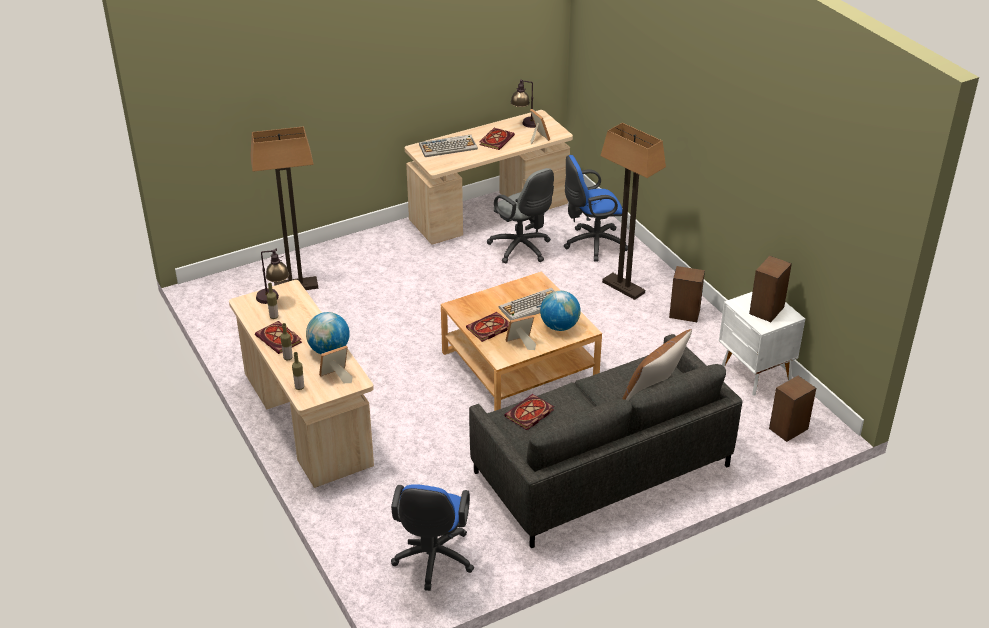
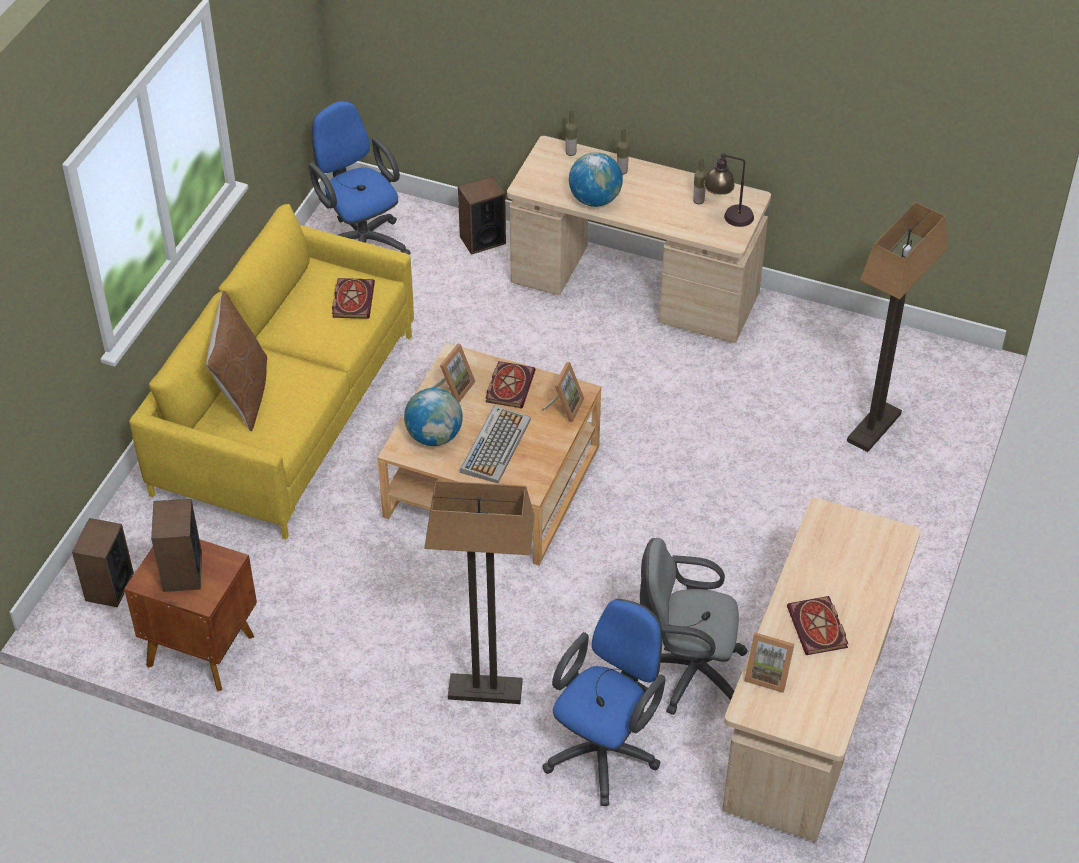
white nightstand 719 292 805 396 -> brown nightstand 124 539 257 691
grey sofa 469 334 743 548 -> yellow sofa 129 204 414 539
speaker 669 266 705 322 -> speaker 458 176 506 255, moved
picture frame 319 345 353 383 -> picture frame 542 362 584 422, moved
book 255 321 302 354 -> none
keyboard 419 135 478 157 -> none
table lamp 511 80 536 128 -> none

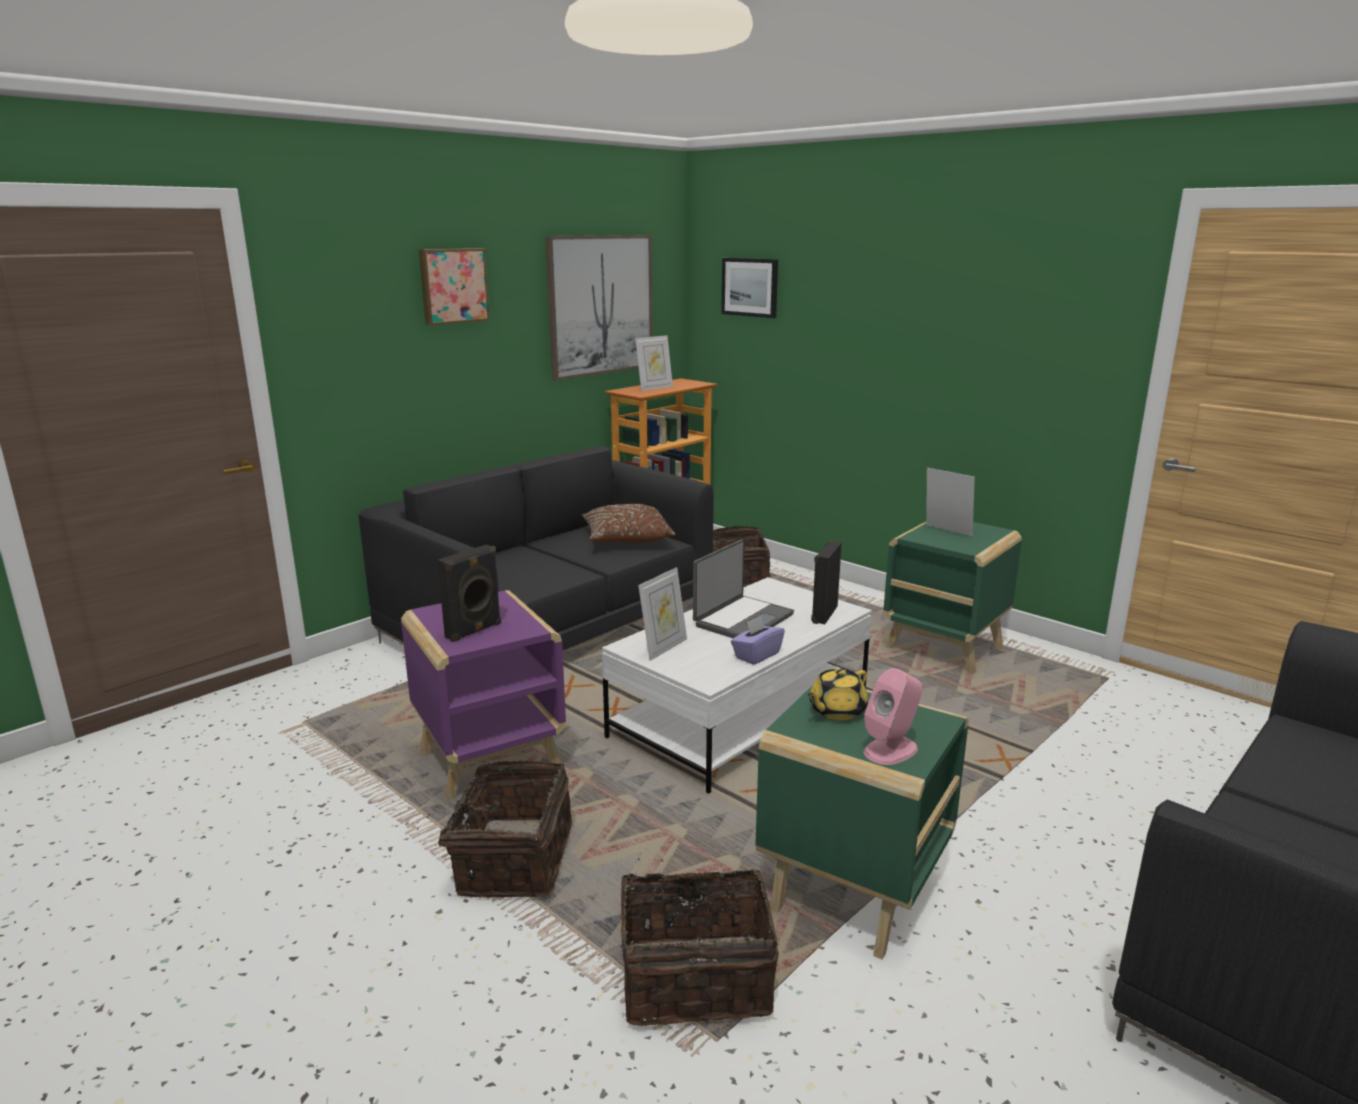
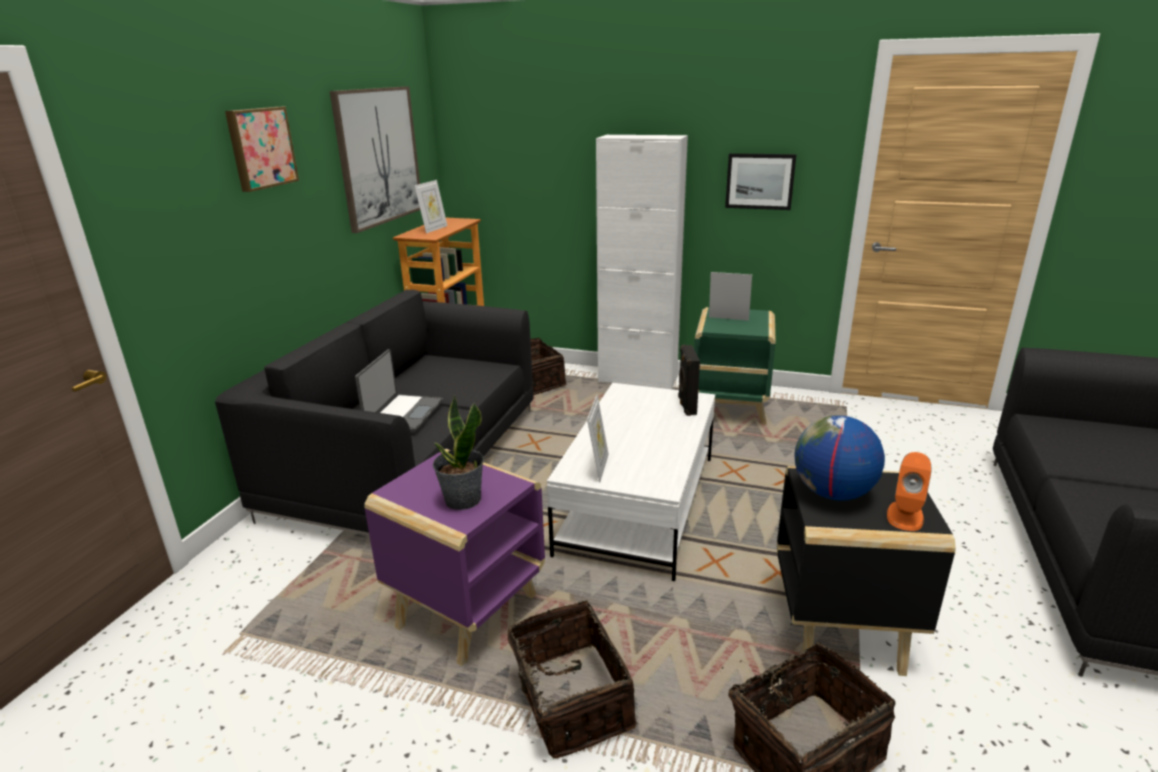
laptop 693 539 794 638 -> laptop 355 349 443 433, moved
black speaker 437 545 501 642 -> potted plant 433 395 484 510
none -> white cabinet 596 135 688 389
picture 721 258 778 318 -> picture 725 153 797 210, moved
green side table 755 685 969 960 -> black side table 777 466 956 676
yellow teapot 808 668 868 720 -> globe 794 415 885 500
pink speaker 863 668 922 765 -> orange speaker 887 452 932 531
brown pillow 581 504 675 543 -> none
purple tissue box 731 616 785 665 -> none

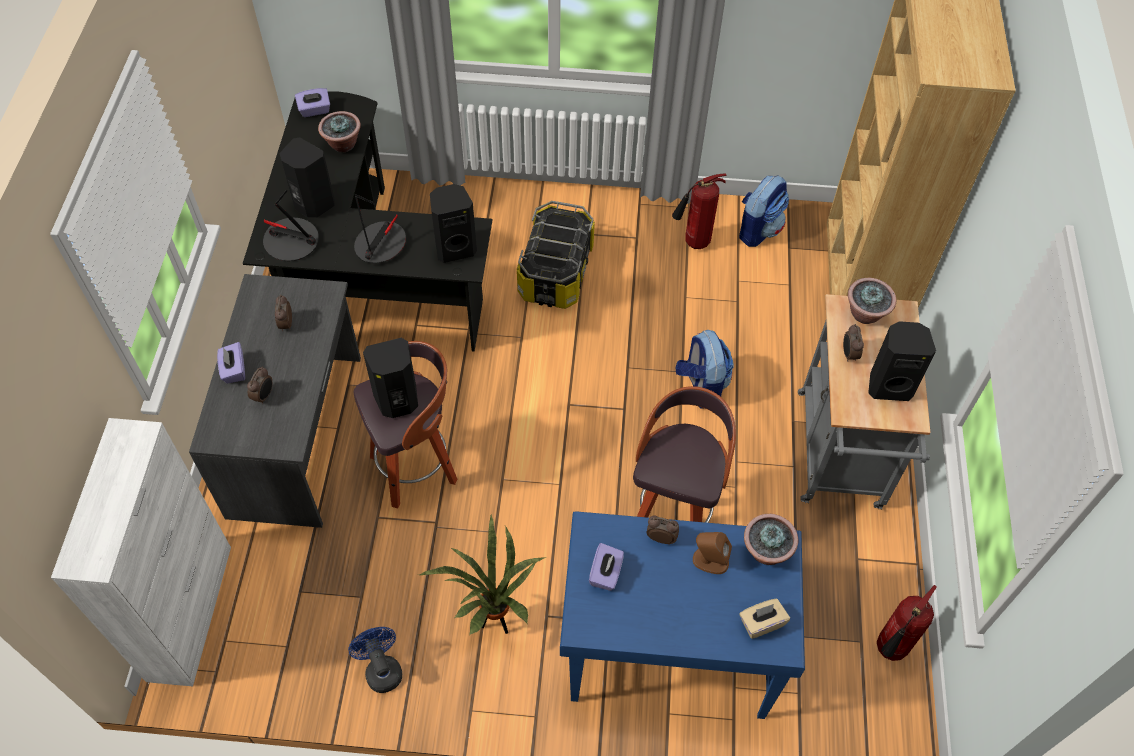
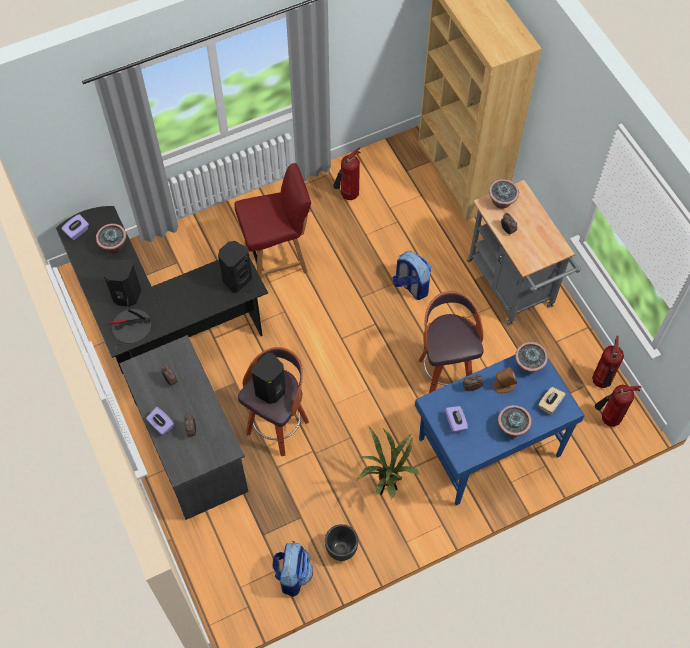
storage box 517 201 595 309 -> red chair 234 163 311 280
backpack 739 175 789 247 -> backpack 273 541 313 597, moved
blue fan 348 627 402 693 -> black planter 325 524 358 561
none -> potted plant 498 405 532 437
none -> fire extinguisher 595 385 642 427
white cabinet 51 418 231 687 -> none
table lamp 354 194 406 264 -> none
black speaker 868 321 936 401 -> none

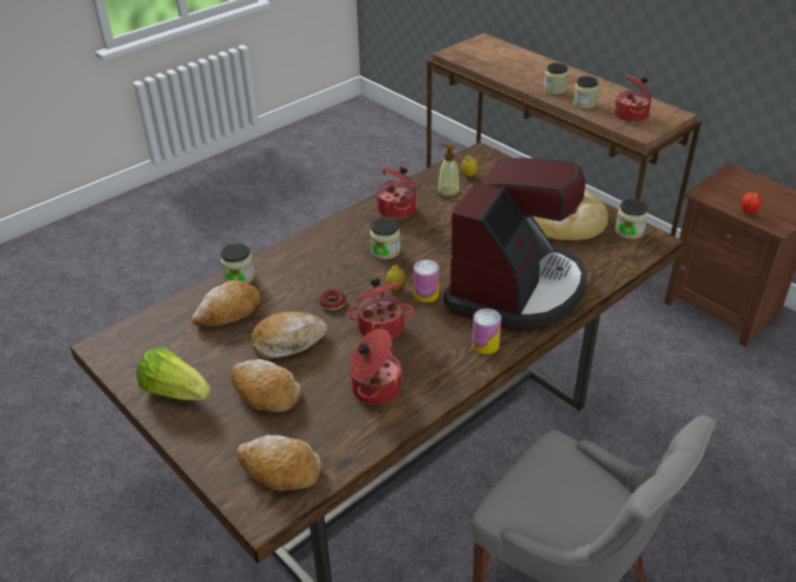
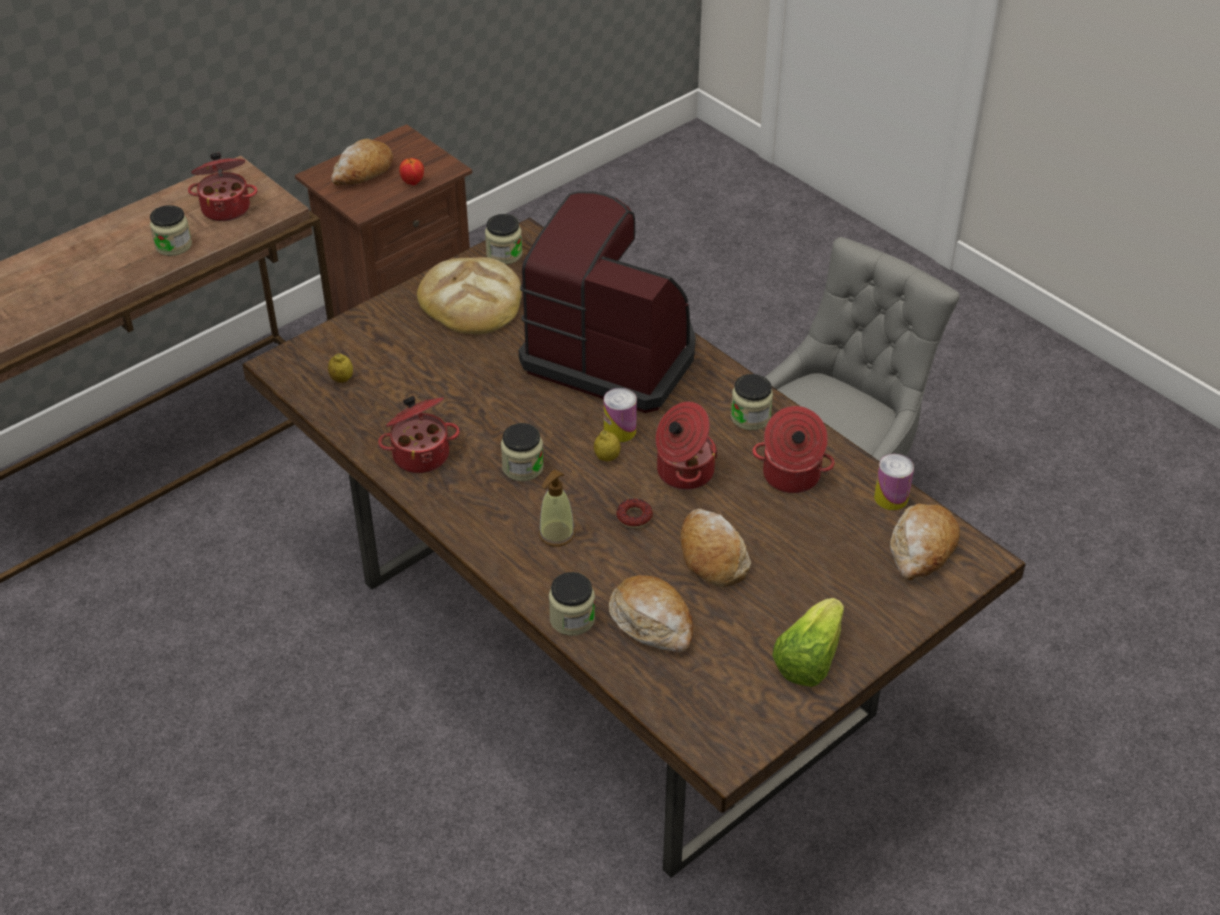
bread 232 359 301 412 -> bread 331 139 393 186, moved
soap dispenser 438 143 460 198 -> soap dispenser 539 470 575 547, moved
jar 544 63 568 95 -> jar 731 374 773 430, moved
can 472 308 501 354 -> can 874 454 914 510, moved

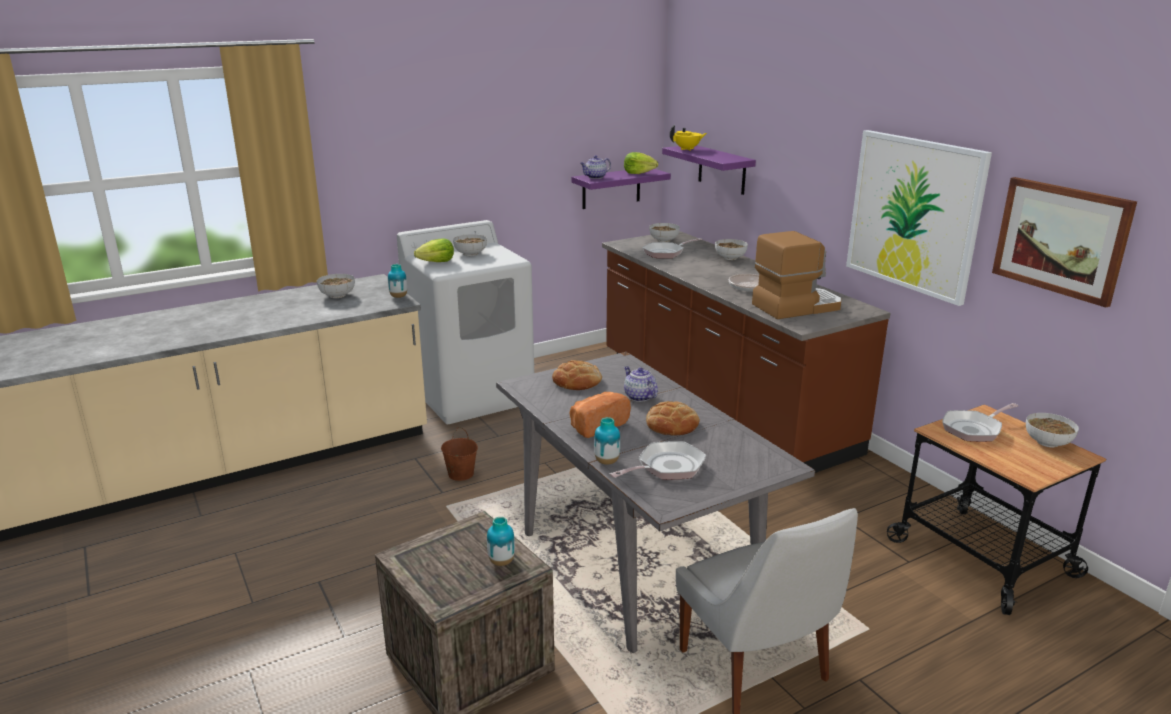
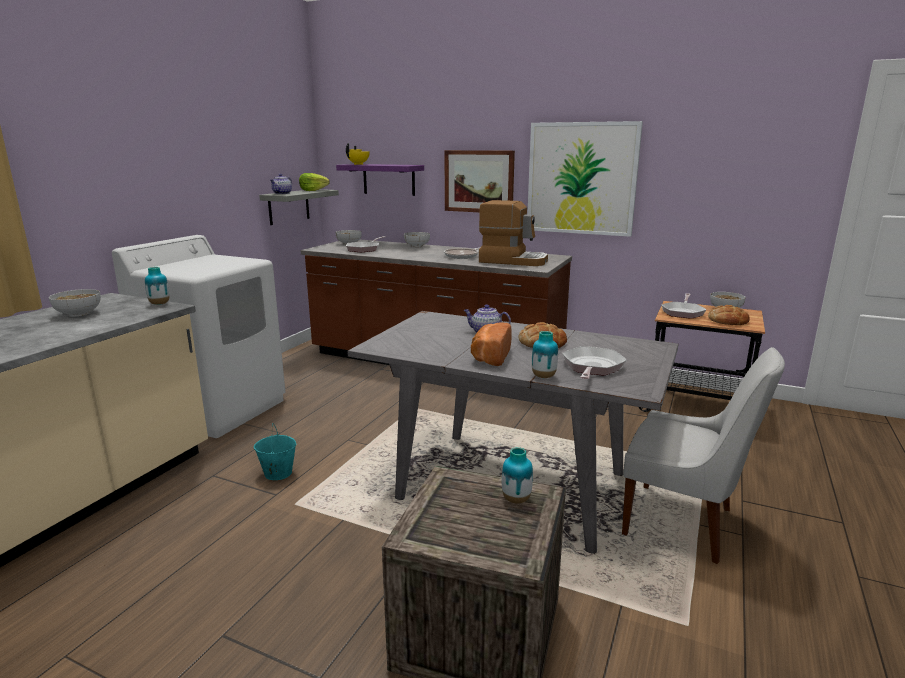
brown bucket 441 427 478 481 -> turquoise bucket 254 423 296 480
purple shelf 572 169 671 209 -> grey shelf 259 189 339 225
picture 992 177 1137 308 -> picture 445 150 515 212, moved
coffee machine 752 231 841 319 -> coffee machine 479 200 548 266, 75 degrees clockwise
bread 552 360 602 390 -> bread 708 305 750 325, moved
lettuce 414 238 454 262 -> none
bowl 453 234 487 256 -> none

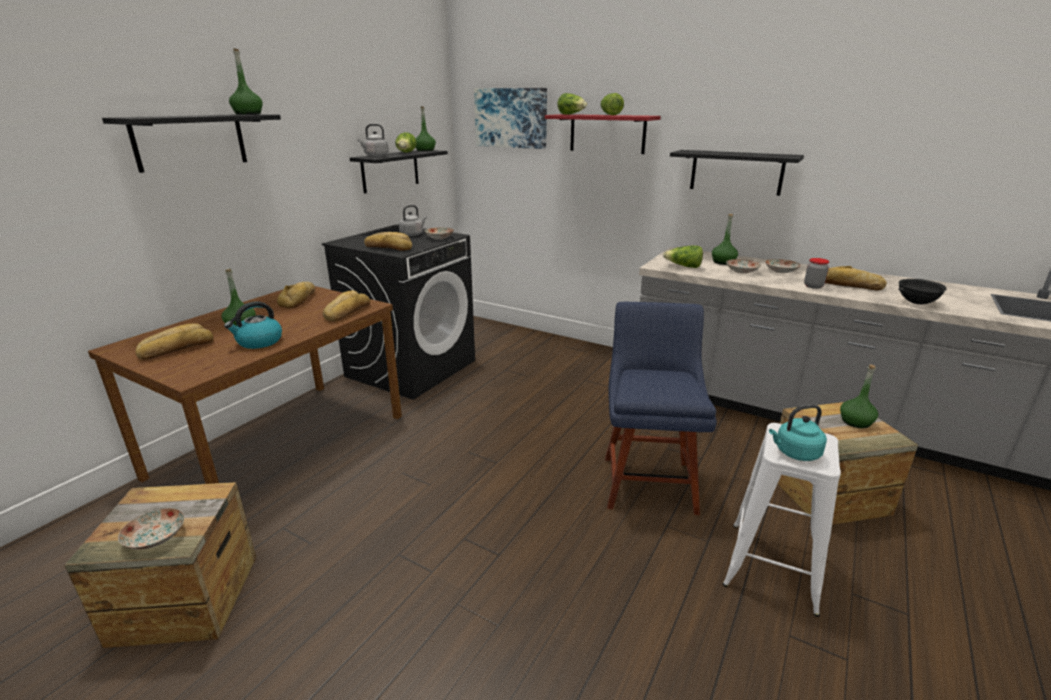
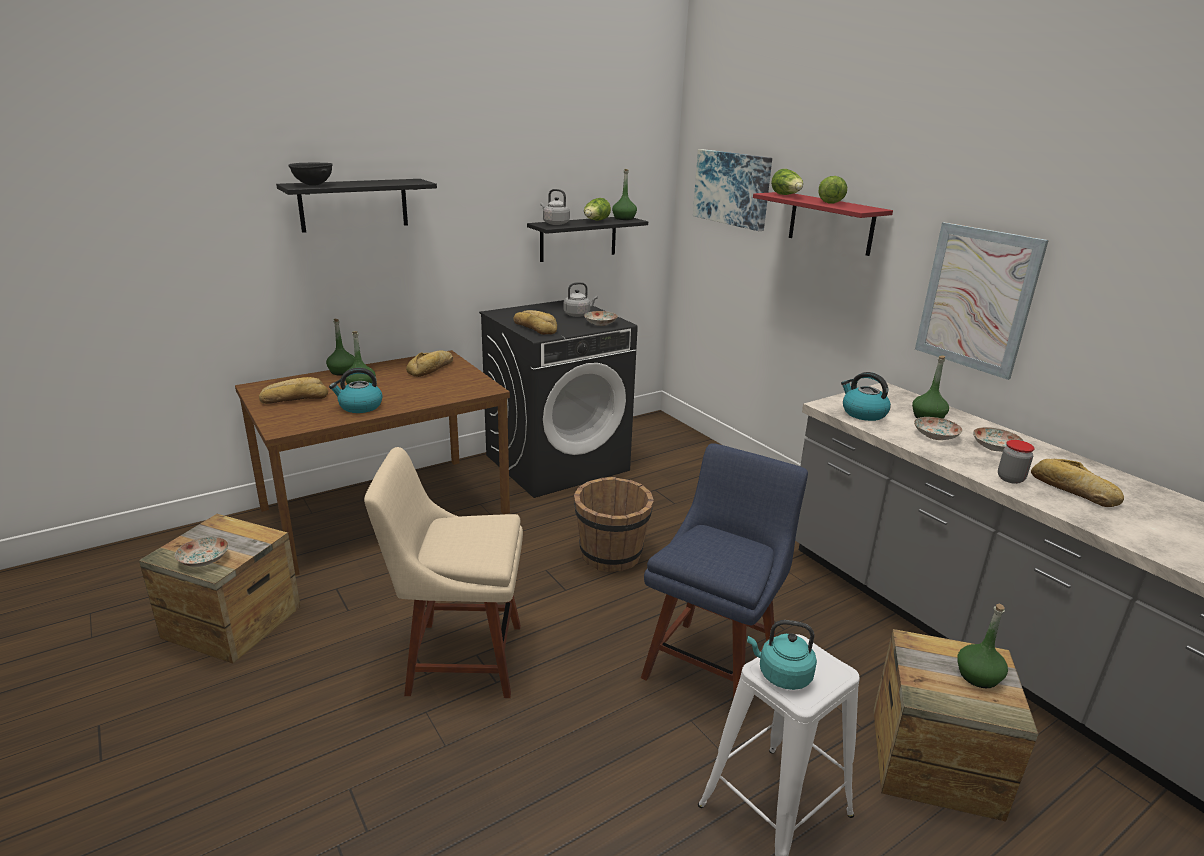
black bowl 899 279 947 304 -> black bowl 288 162 333 186, moved
green bottle 229 48 263 115 -> green bottle 326 319 355 375, moved
none -> beige chair 364 447 523 698
none -> brown bucket 574 477 654 572
lettuce 663 246 703 268 -> kettle 841 372 891 421
black shelf 670 150 804 196 -> picture 915 222 1049 380
bread 323 290 370 321 -> none

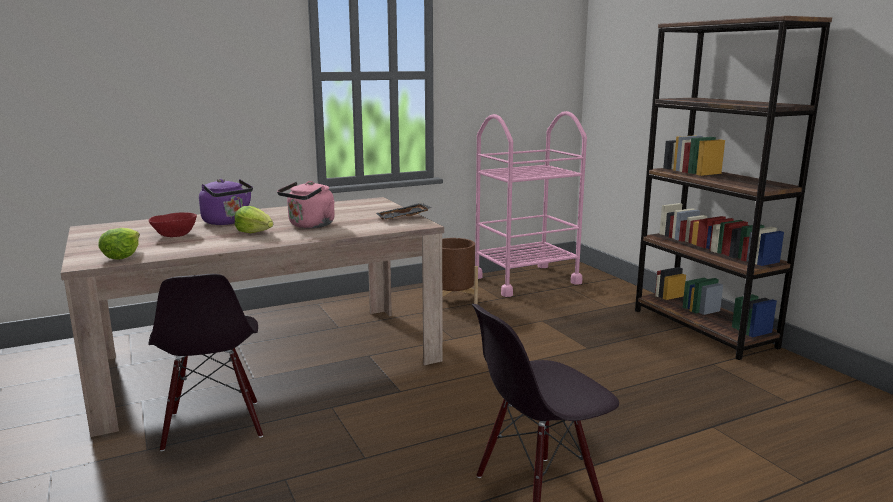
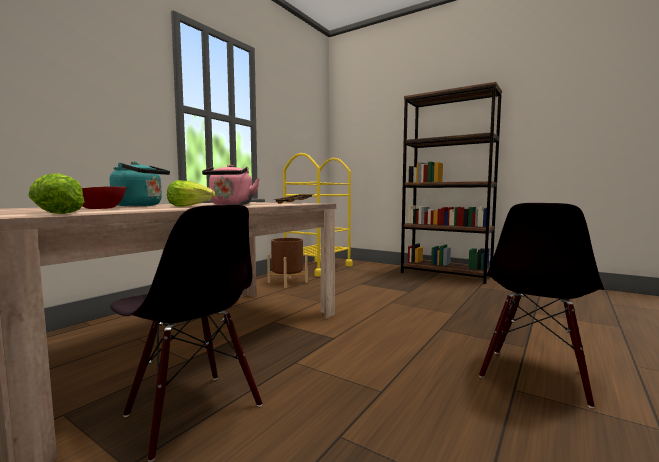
purple kettle 199 179 253 225 -> turquoise kettle 110 161 170 206
pink cart 475 111 587 297 -> yellow cart 283 153 353 277

